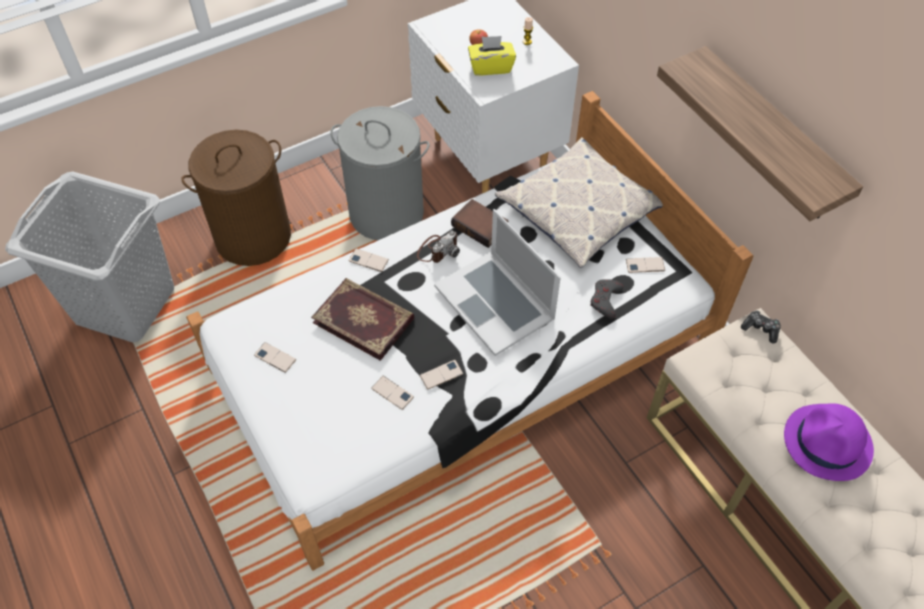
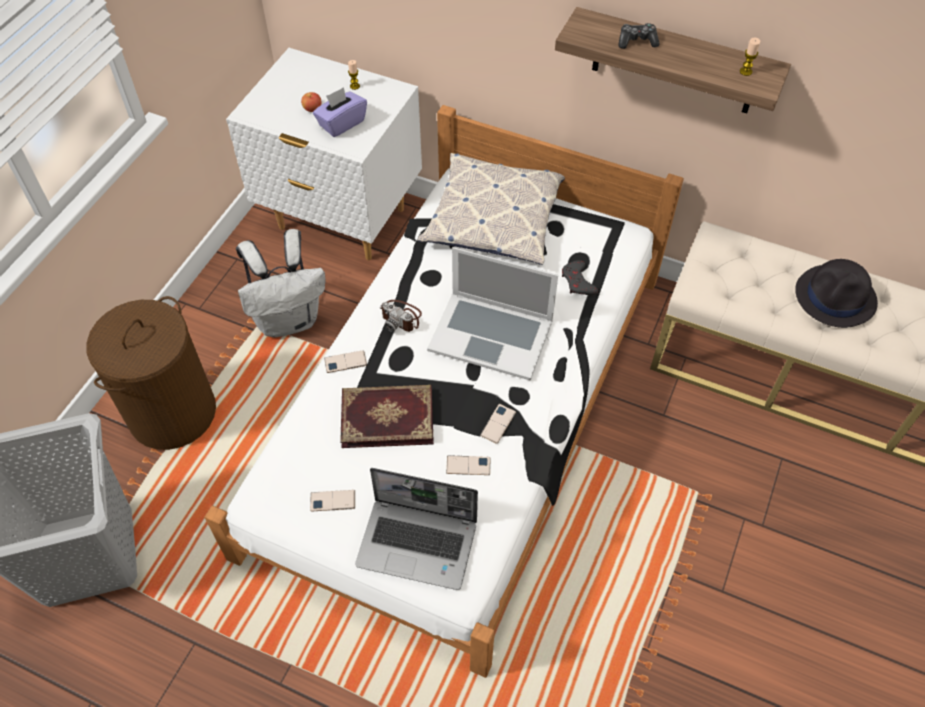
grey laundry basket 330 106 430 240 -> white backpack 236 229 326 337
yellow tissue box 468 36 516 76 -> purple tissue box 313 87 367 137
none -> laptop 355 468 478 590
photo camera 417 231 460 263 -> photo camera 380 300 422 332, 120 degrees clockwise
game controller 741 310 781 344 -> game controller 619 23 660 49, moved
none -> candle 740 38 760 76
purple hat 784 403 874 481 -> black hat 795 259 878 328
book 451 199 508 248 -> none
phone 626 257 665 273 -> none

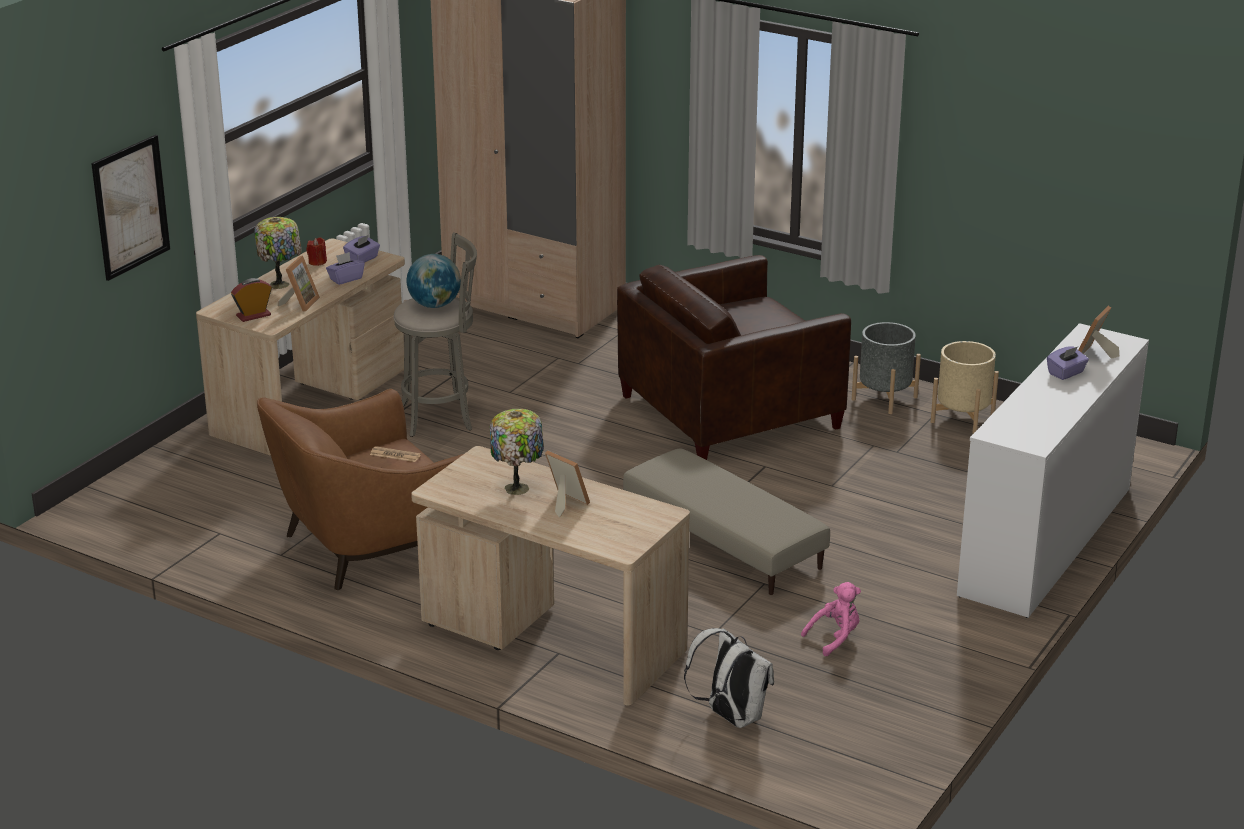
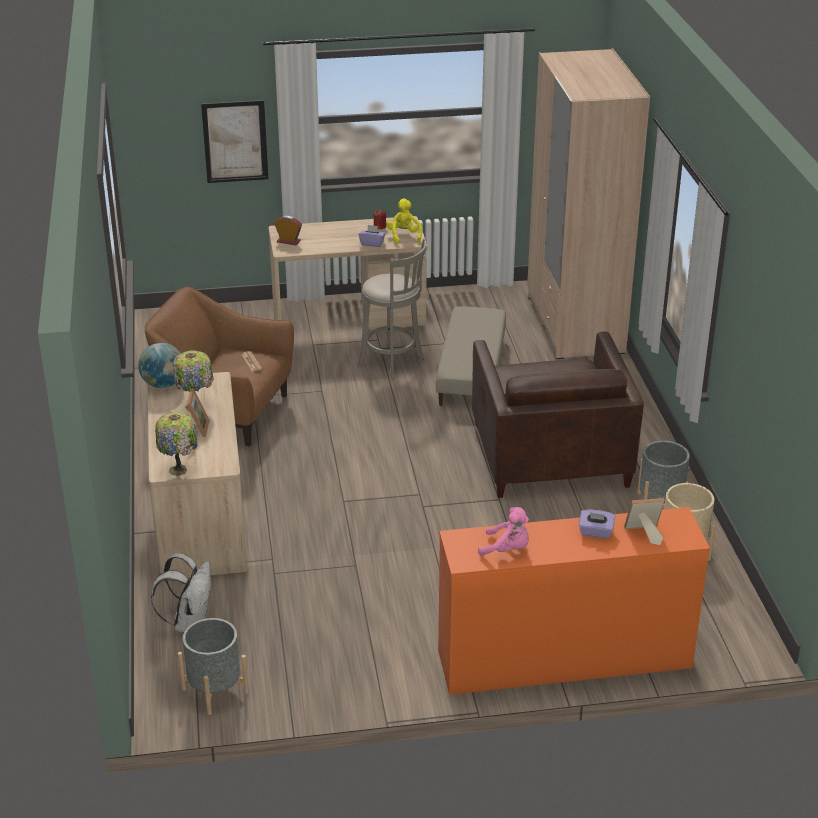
globe 407 254 461 308 -> globe 138 343 180 388, moved
table lamp 254 217 302 289 -> table lamp 155 412 197 476, moved
none -> grey planter 178 618 249 715
purple tissue box 343 235 380 263 -> yellow plush toy 386 199 422 244
beige ottoman 623 448 830 595 -> beige ottoman 436 307 506 406, moved
white dresser 957 323 1149 618 -> orange dresser 438 507 710 695
brown armchair 617 255 851 460 -> brown armchair 472 332 644 498, 120 degrees counterclockwise
pink plush toy 801 582 861 656 -> pink plush toy 478 507 529 556, moved
picture frame 277 256 320 312 -> none

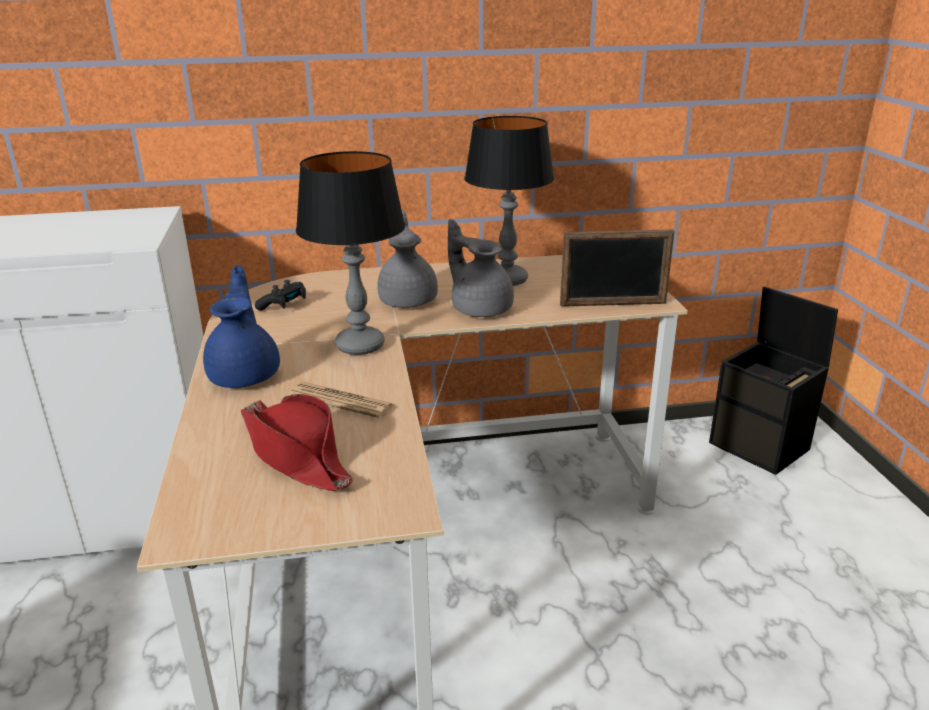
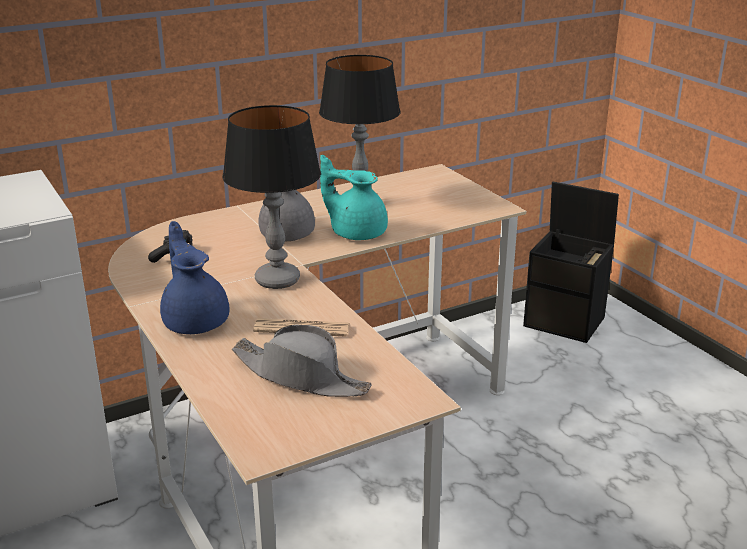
red hat 241 394 353 491 -> grey hat 232 324 372 397
grey teapot 448 219 514 317 -> turquoise teapot 320 155 388 240
picture frame 560 229 674 307 -> none

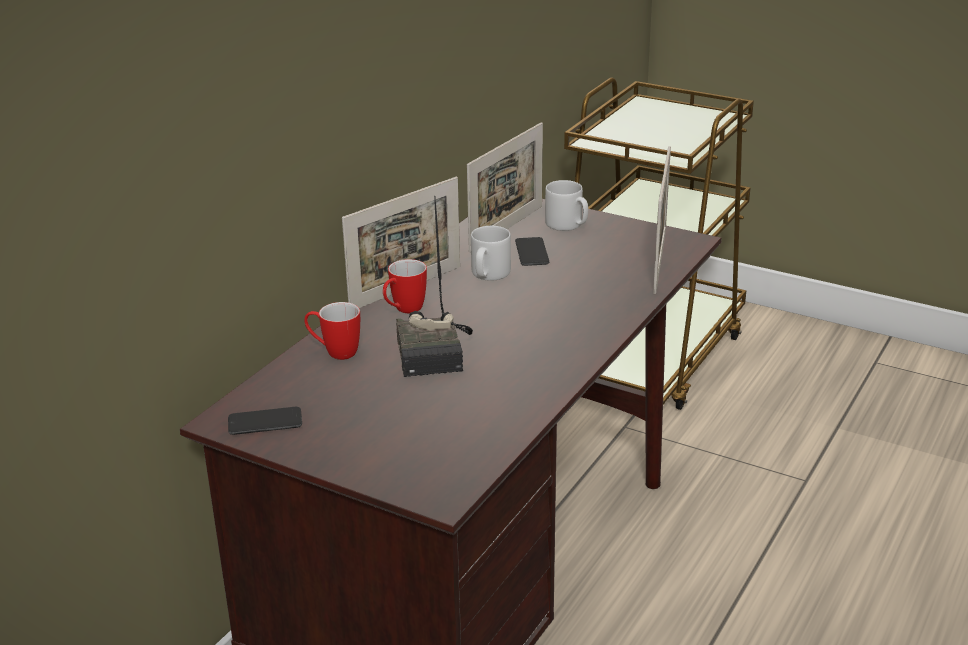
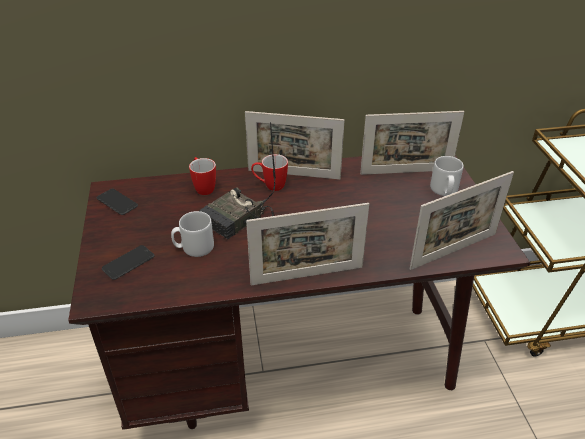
phone 515 237 549 266 -> phone 102 245 154 280, moved
grey mug 471 226 511 281 -> grey mug 171 211 214 257, moved
none -> picture frame 246 203 369 285

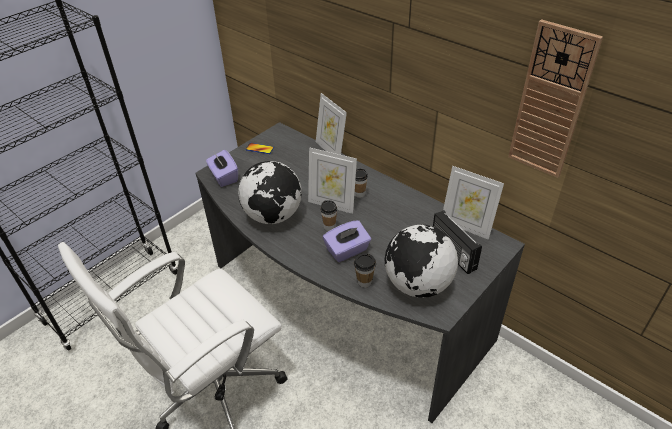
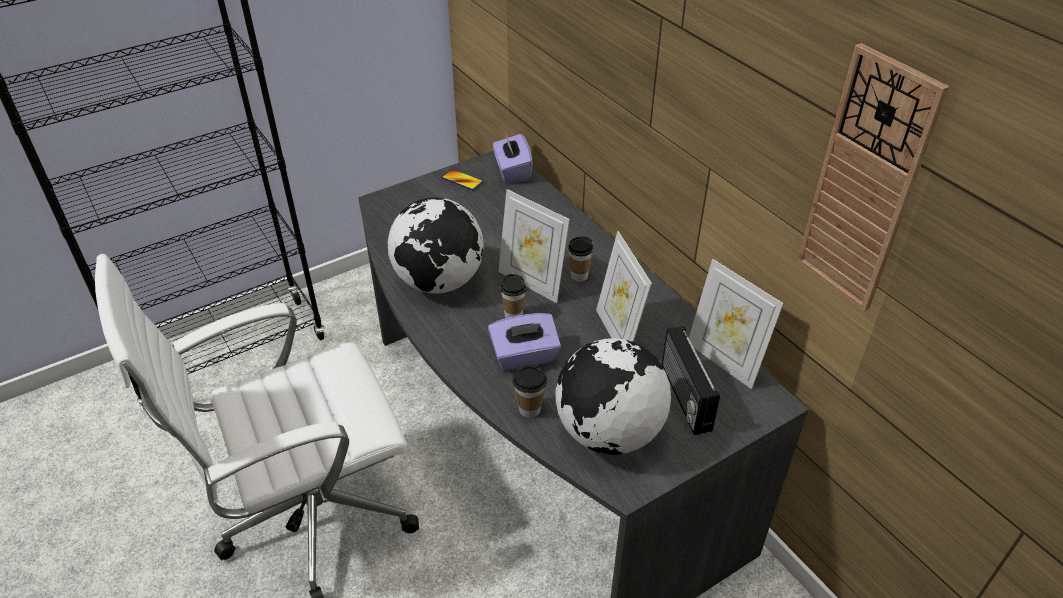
purple tissue box 206 150 238 187 -> purple tissue box 493 132 533 183, moved
picture frame 316 93 347 155 -> picture frame 596 231 652 342, moved

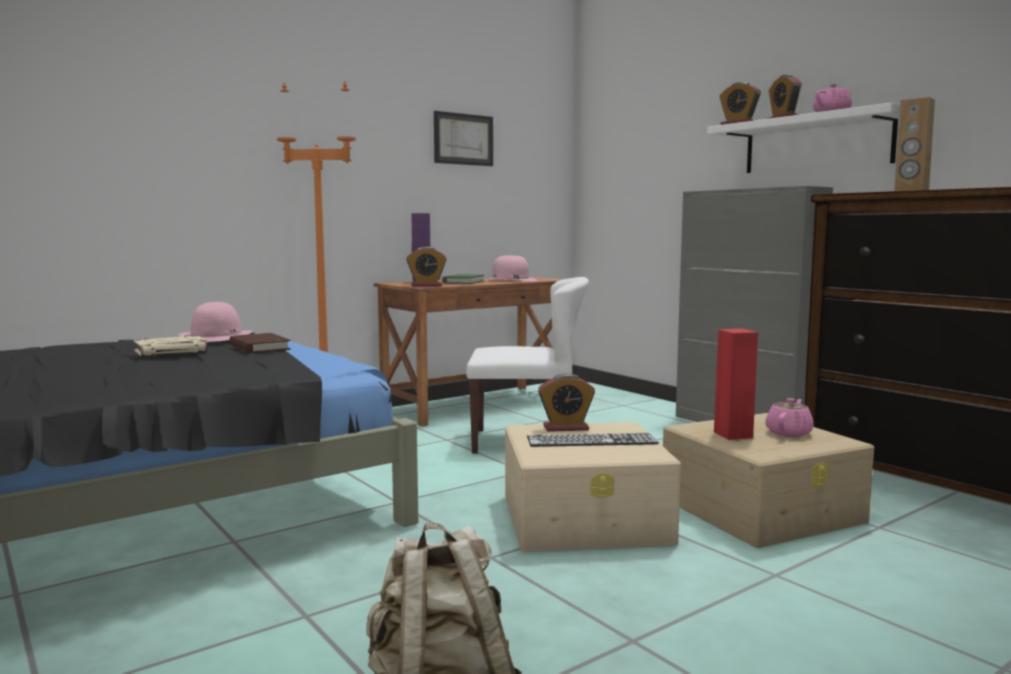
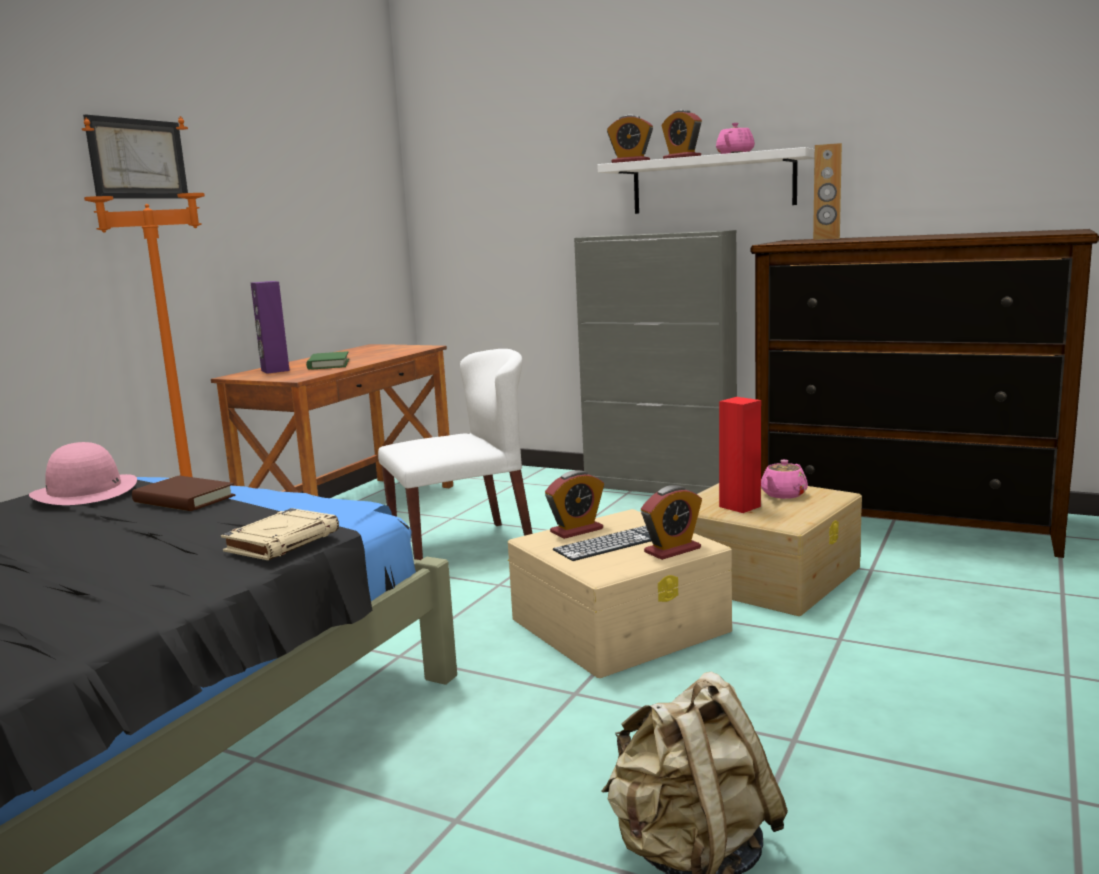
picture 434 111 493 166 -> picture 83 114 188 198, moved
beige book 134 335 208 356 -> beige book 221 508 339 560, moved
alarm clock 406 247 447 287 -> alarm clock 641 485 702 560, moved
pink teapot 765 398 814 437 -> pink teapot 761 460 808 499, 150 degrees counterclockwise
pink hat 485 256 537 281 -> none

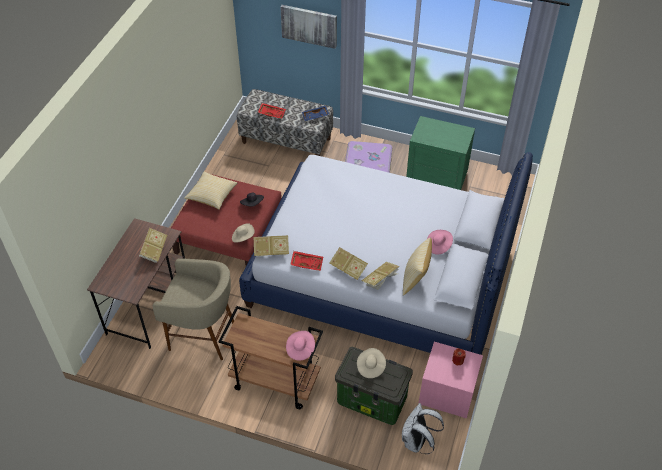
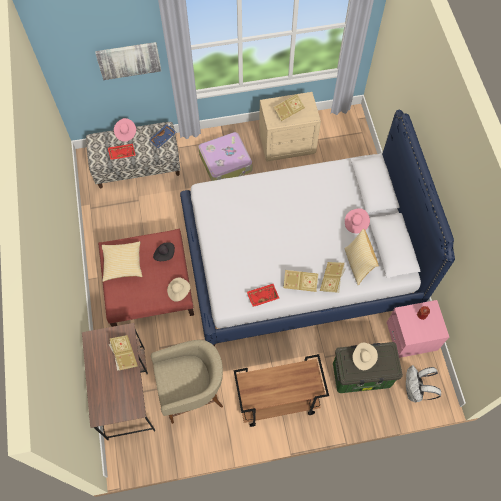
pink hat 286 331 315 361 -> pink hat 114 118 136 142, moved
green nightstand 406 116 475 190 -> beige nightstand 259 92 321 162
book 253 235 289 257 -> book 274 94 305 121, moved

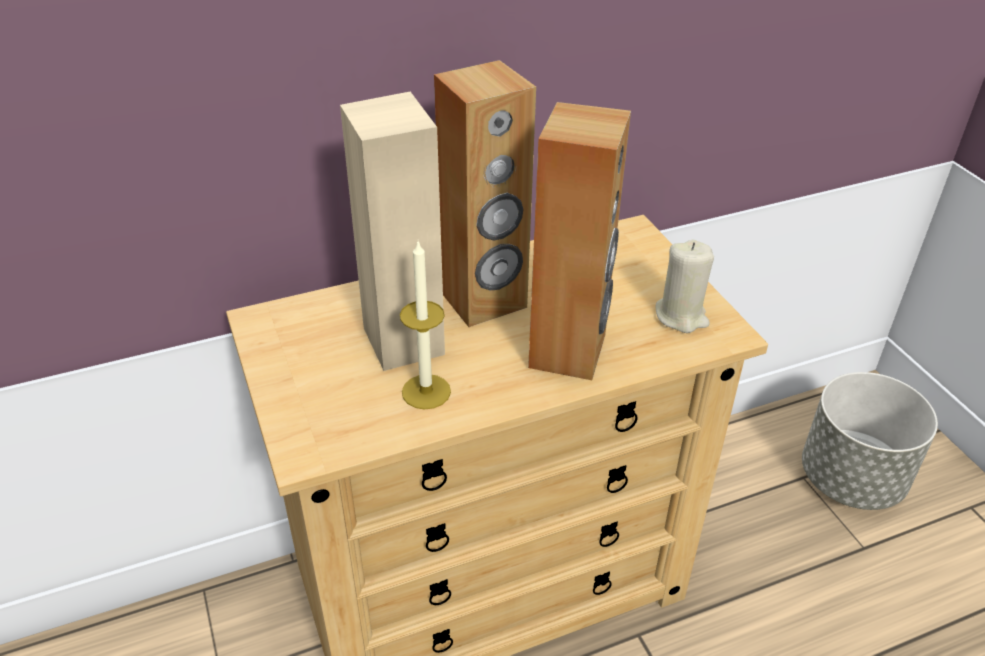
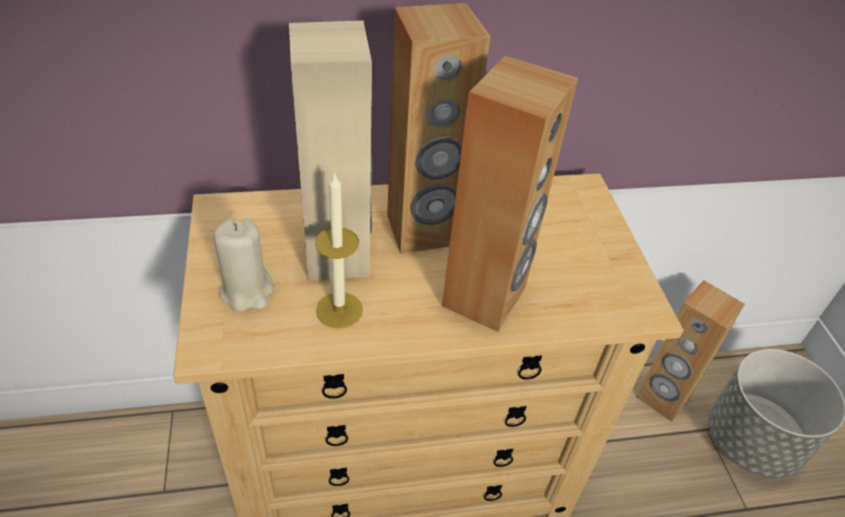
beige candle 655 240 714 333 -> beige candle 213 218 274 312, moved
none -> brown speaker 636 280 745 422

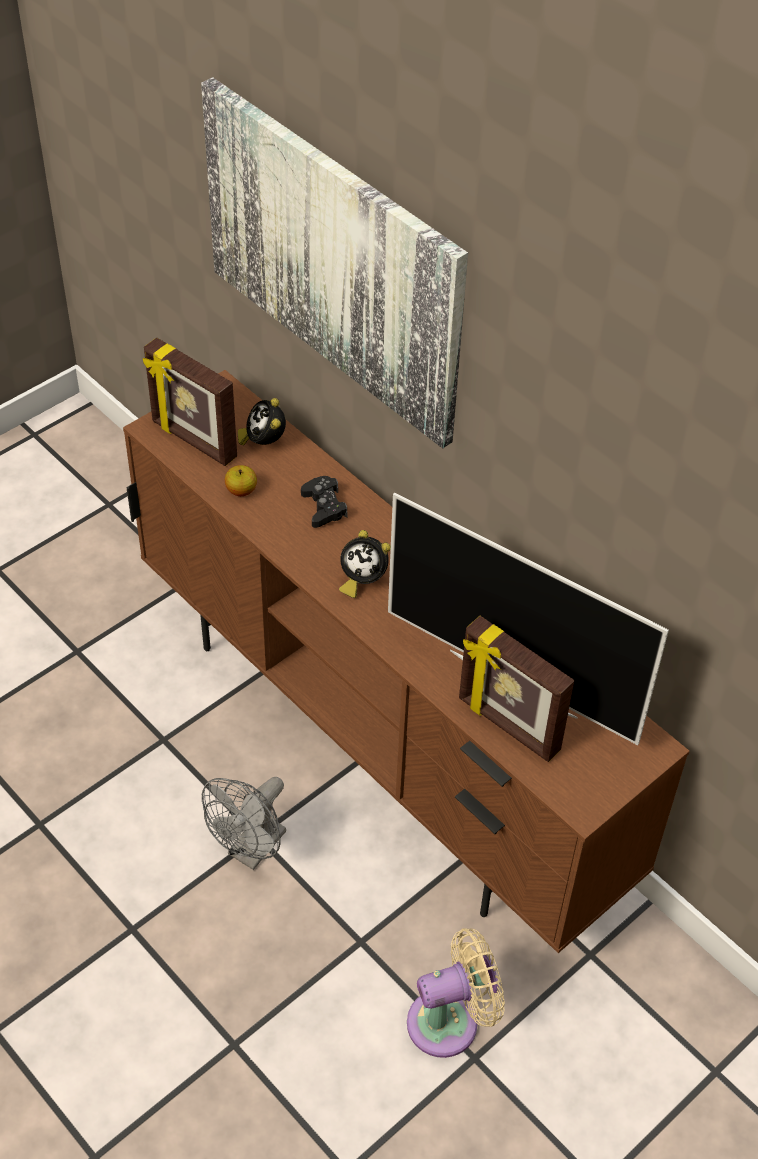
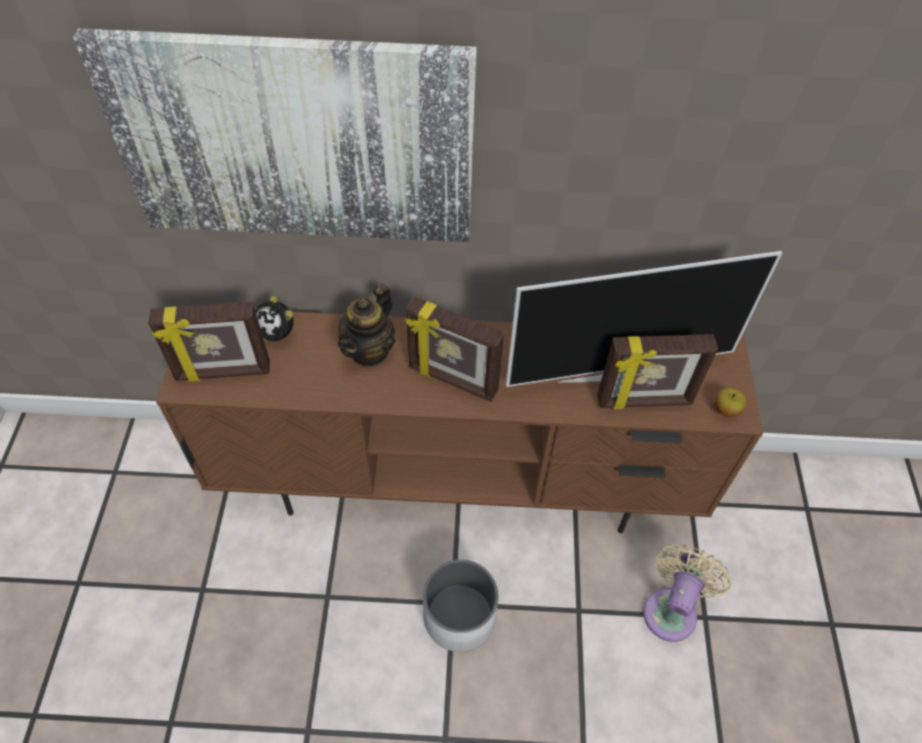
black game controller 301 476 347 528 -> teapot 337 284 395 367
alarm clock 339 530 391 598 -> picture frame 405 296 504 402
grey fan 202 777 286 870 -> white planter 423 559 498 652
apple 225 465 257 496 -> apple 715 387 746 417, moved

